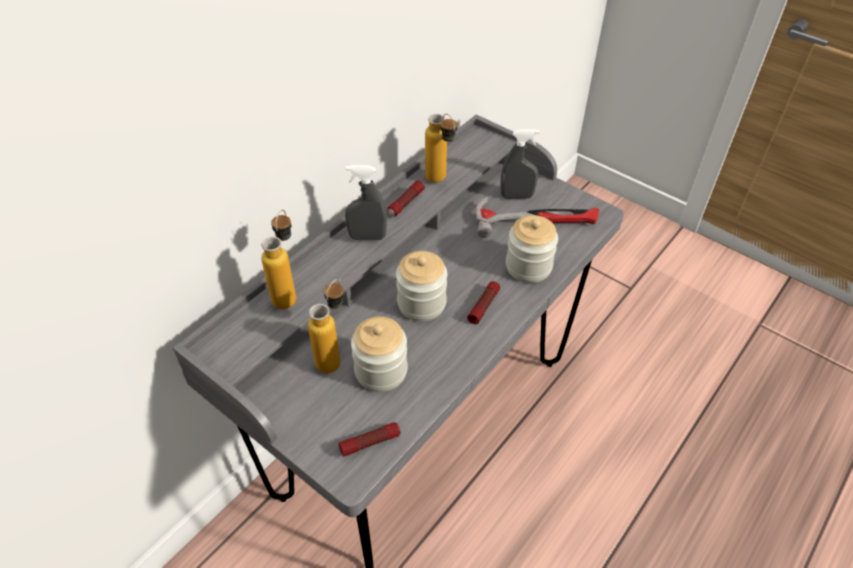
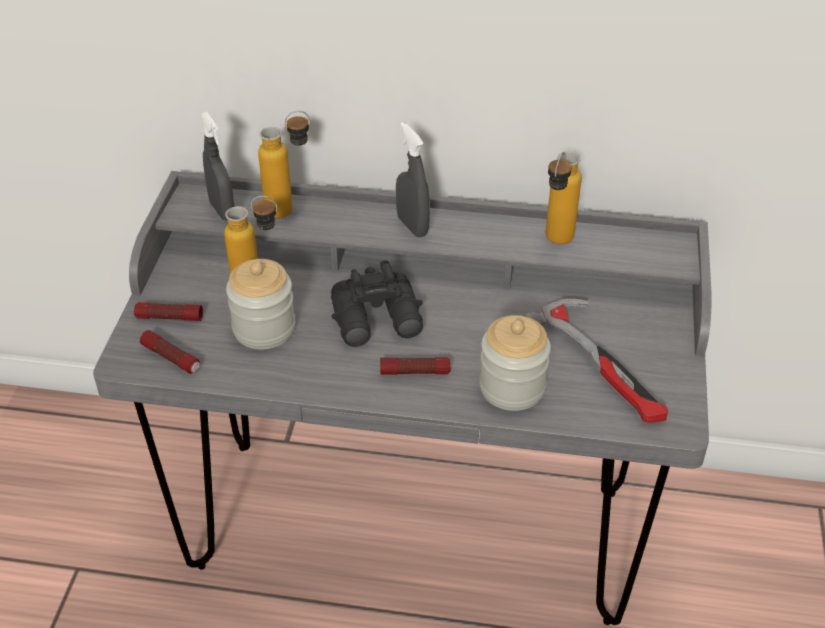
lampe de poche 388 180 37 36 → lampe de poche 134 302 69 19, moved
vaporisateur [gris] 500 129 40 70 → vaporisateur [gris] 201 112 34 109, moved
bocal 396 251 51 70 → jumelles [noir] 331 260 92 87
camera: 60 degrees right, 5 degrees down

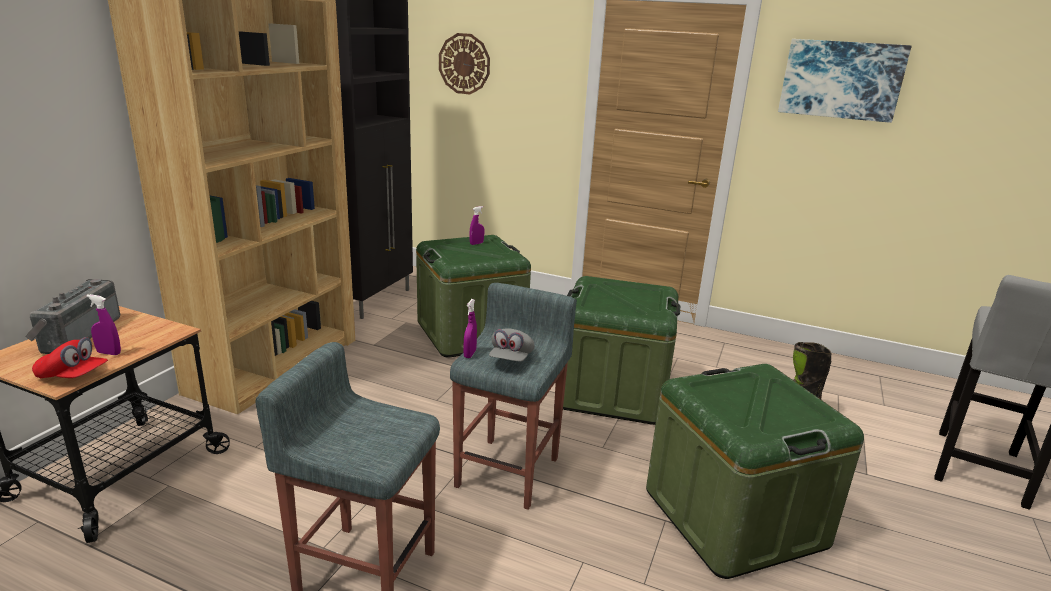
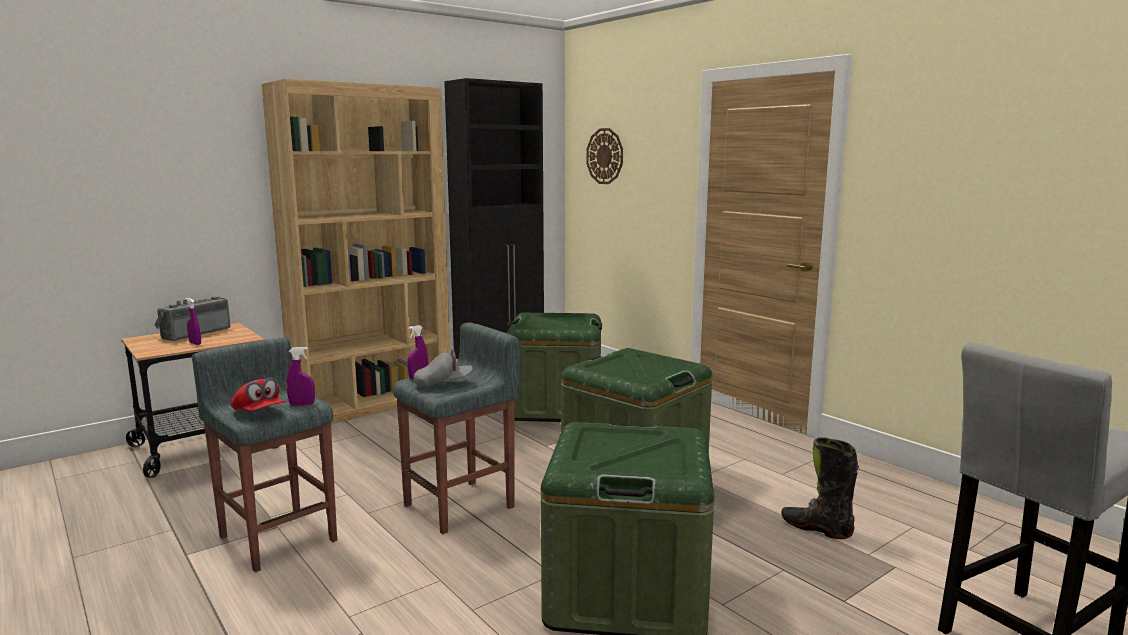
casquette [rouge] 32 337 76 41 → casquette [rouge] 231 378 55 33, moved
vaporisateur [violet] 469 206 15 39 → vaporisateur [violet] 286 347 29 59, moved
casquette [gris] 489 328 46 33 → casquette [gris] 414 349 59 39, 150 degrees counterclockwise
tableau 778 39 134 84 → -
camera: 30 degrees right, 10 degrees down

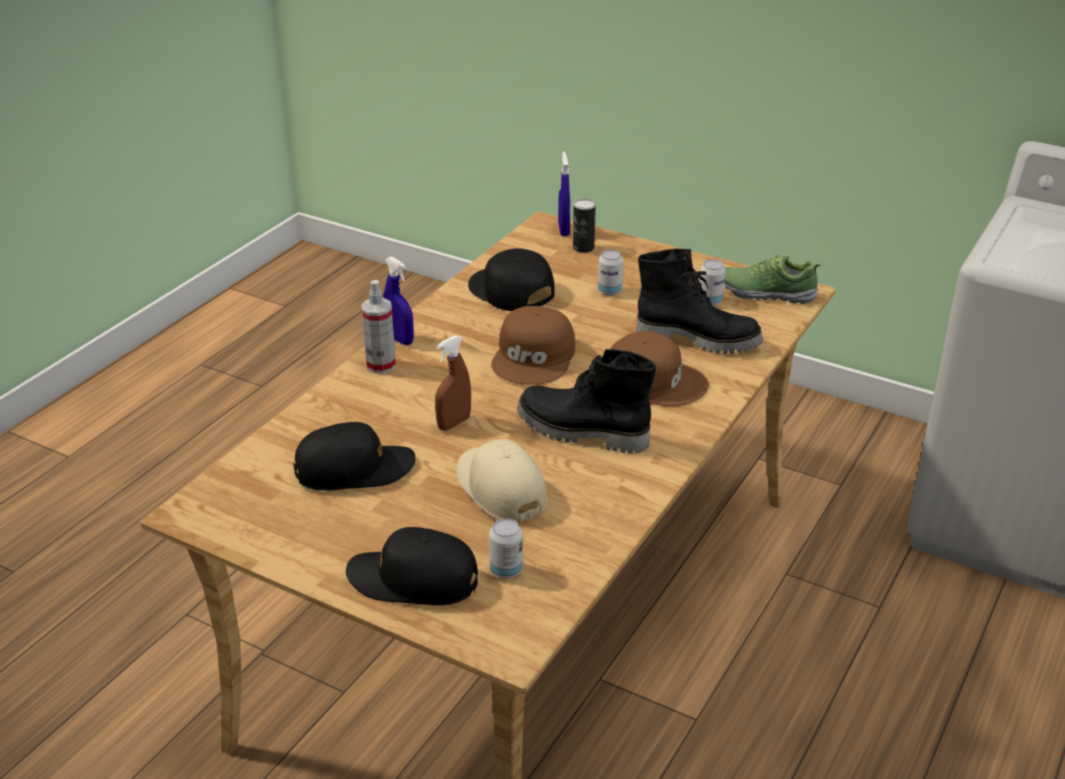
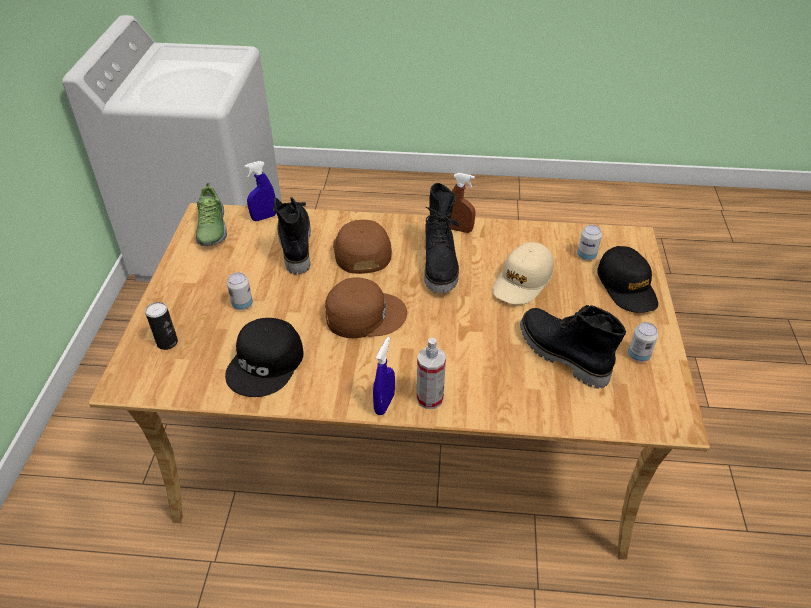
vaporisateur [bleu] 558 151 12 85 → vaporisateur [bleu] 244 161 32 60, moved
vaporisateur [marron] 435 335 36 96 → vaporisateur [marron] 450 173 26 60, moved
casquette [noir] 293 422 122 68 → botte [noir] 520 305 106 84
boîte métallique 699 259 27 47 → boîte métallique 628 322 30 40, moved
camera: 115 degrees left, 10 degrees up

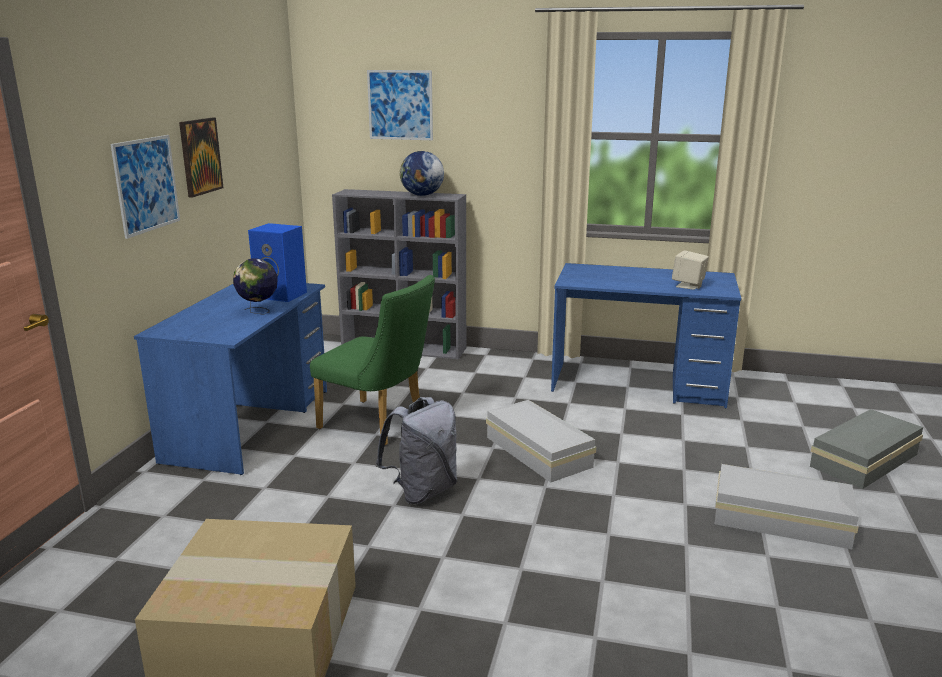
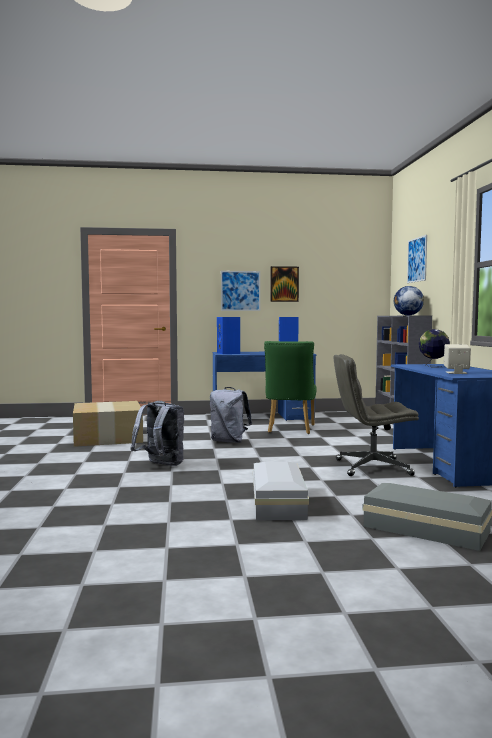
- → sac à dos [gris] 130 401 54 65
- → enceinte [bleu] 217 317 23 37
- → chaise de bureau [gris] 334 354 85 122
globe 233 258 45 57 → globe 419 329 31 39, moved
boîte de rangement [blanc] 486 400 110 83 → -
camera: 70 degrees right, 15 degrees down

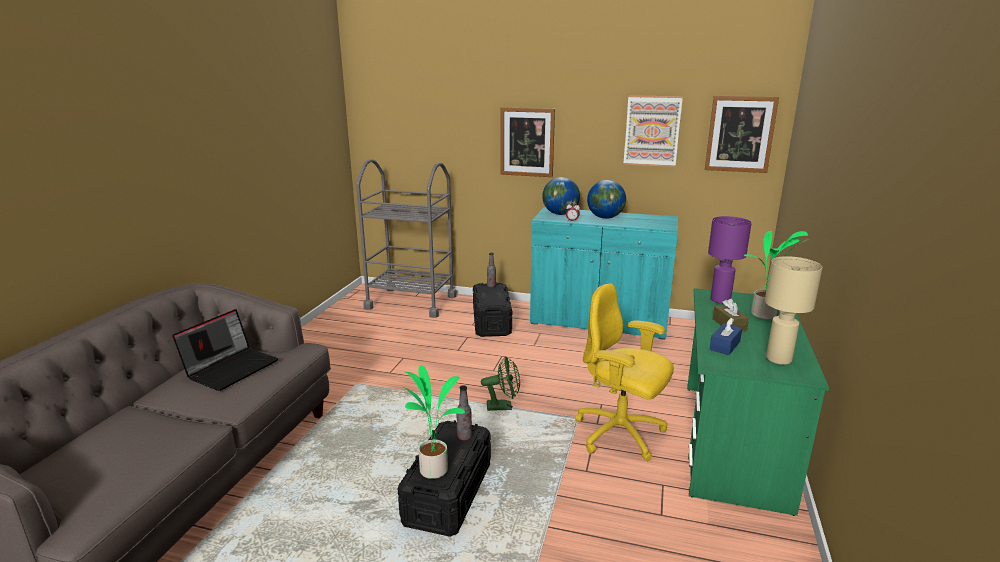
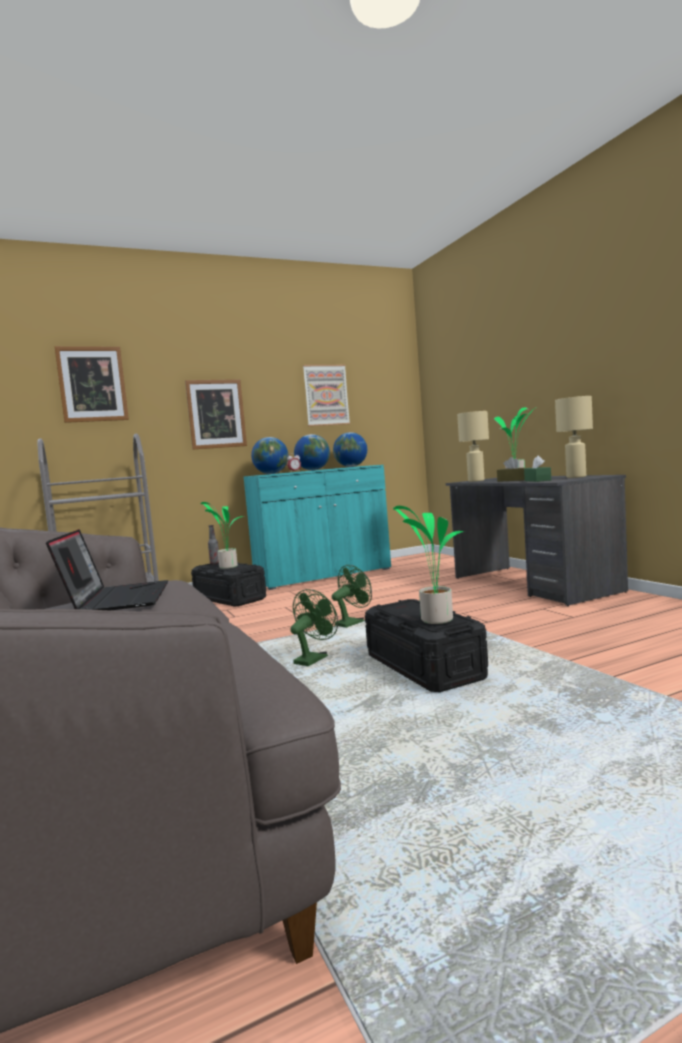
tableau 705 96 74 77 → tableau 54 346 75 77, moved
- → plante en pot 201 502 43 67
- → ventilateur [vert] 290 589 48 77
- → globe 333 432 34 35
bureau [vert] 687 288 142 228 → bureau [gris] 446 475 182 131
lampe de table [violet] 708 216 44 88 → lampe de table [beige] 457 411 32 71
boîte à mouchoirs [bleu] 710 318 32 37 → boîte à mouchoirs [vert] 524 456 27 26
bouteille 457 385 15 55 → -
chaise de bureau [jaune] 575 284 99 177 → -
camera: 40 degrees left, 15 degrees down

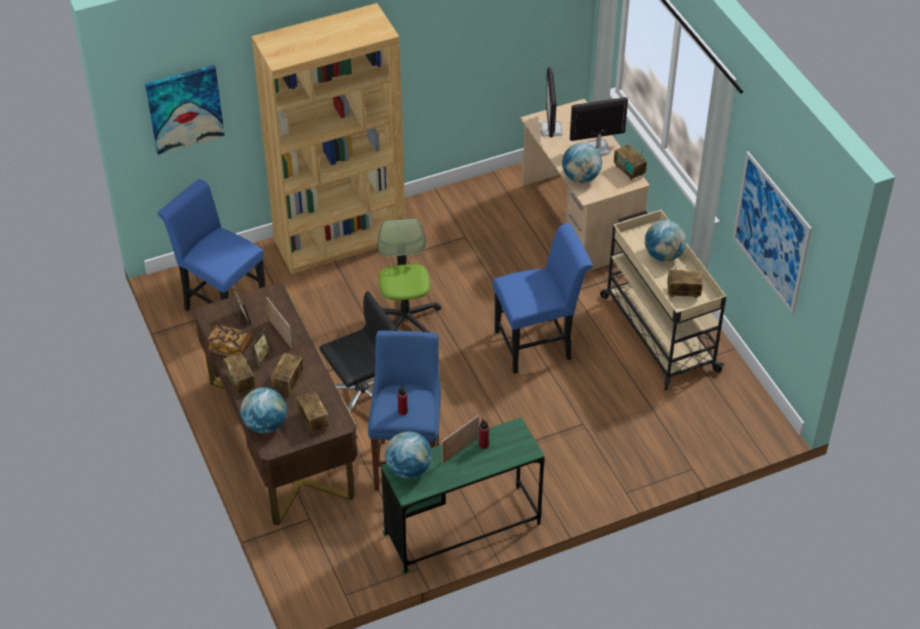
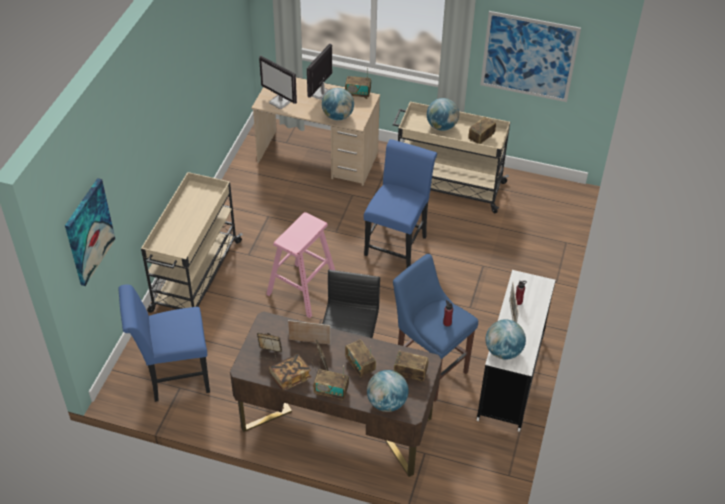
bibliothèque [marron] 252 3 153 271 → chariot [beige] 141 172 102 141
chaise de bureau 377 219 64 113 → tabouret [rose] 266 212 69 106
bureau [vert] 381 417 164 156 → bureau [blanc] 477 270 78 162
camera: 50 degrees left, 0 degrees up

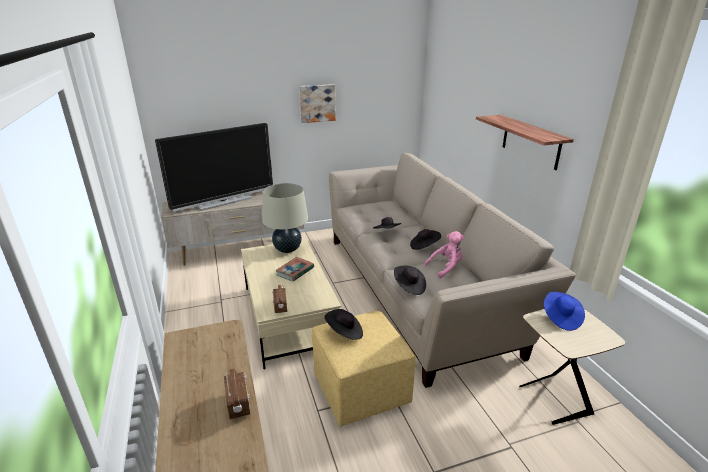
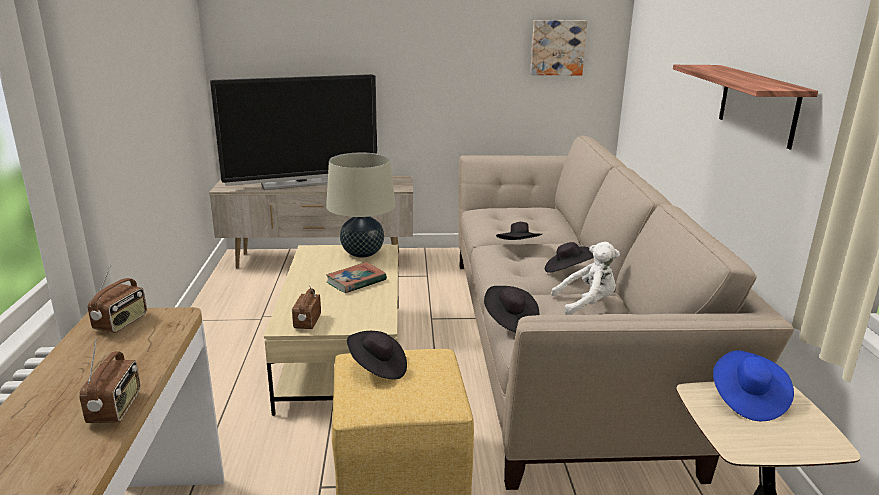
- → radio 88 264 59 69
tableau 299 84 37 39 → tableau 530 20 57 56, moved
peluche [rose] 424 231 41 47 → peluche [blanc] 551 242 69 73
camera: 15 degrees right, 5 degrees down

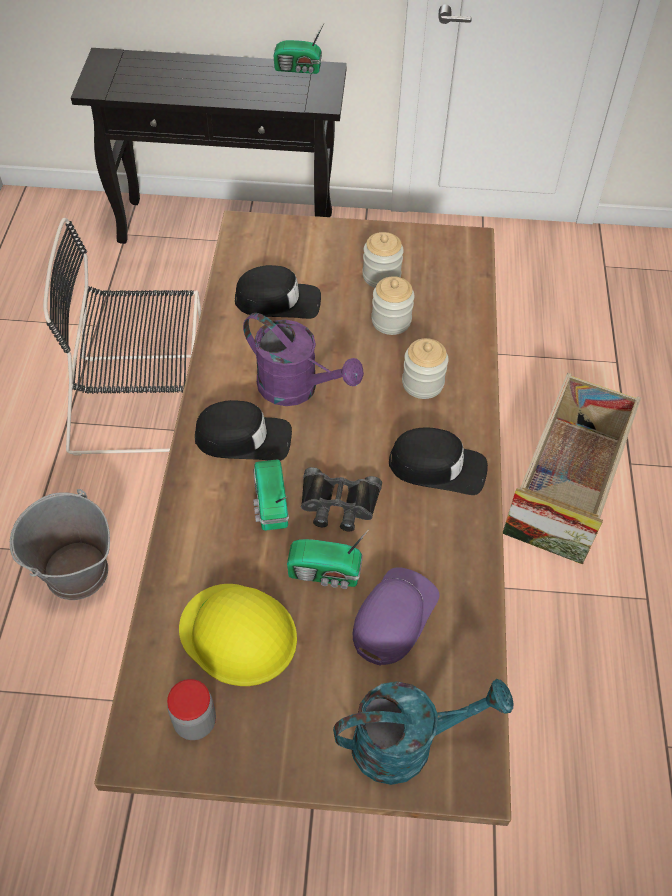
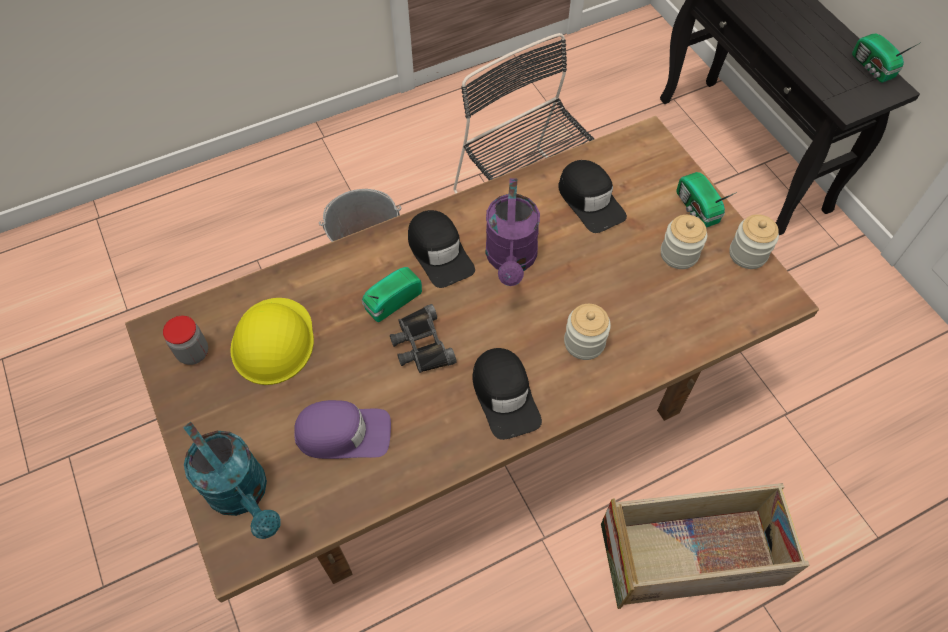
radio 287 529 82 60 → radio 676 172 61 56, moved
bocal 371 276 43 59 → bocal 729 214 50 55, moved
camera: 60 degrees right, 5 degrees up

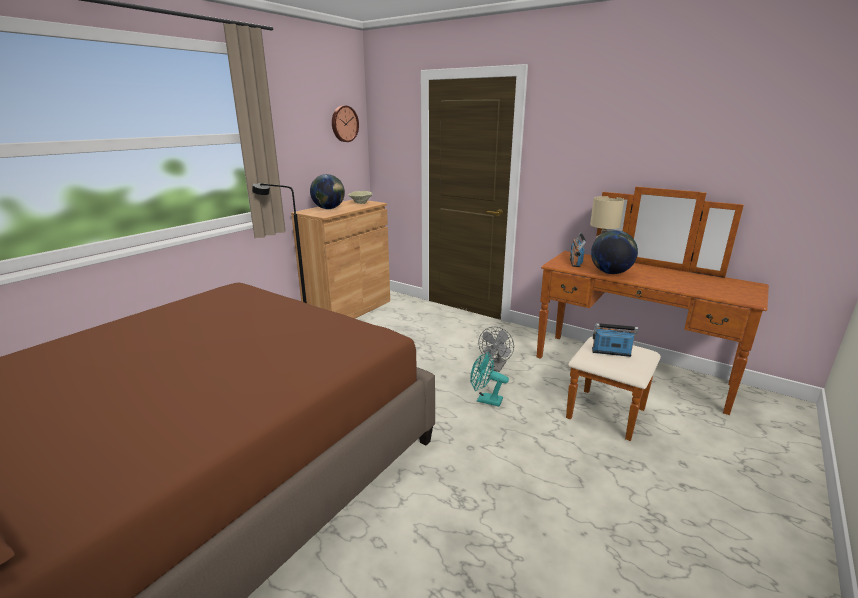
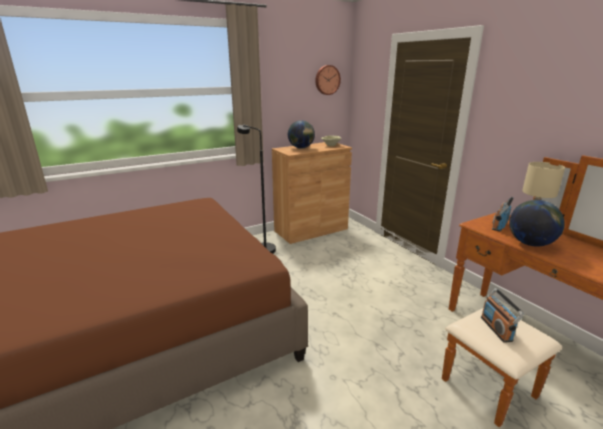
radio 592 323 46 34 → radio 481 288 43 55, 135 degrees counterclockwise
ventilateur [turquoise] 470 352 39 54 → -
ventilateur [gris] 479 327 35 45 → -
camera: 25 degrees right, 0 degrees up

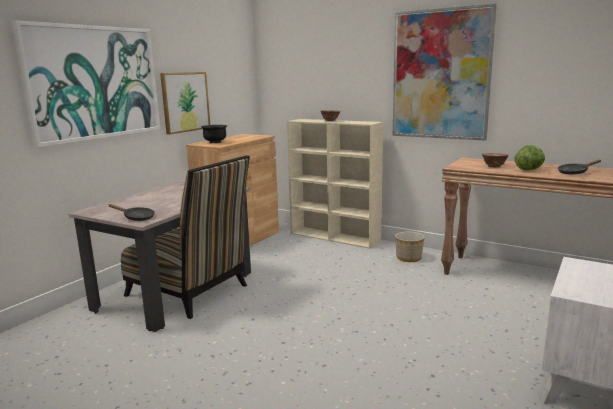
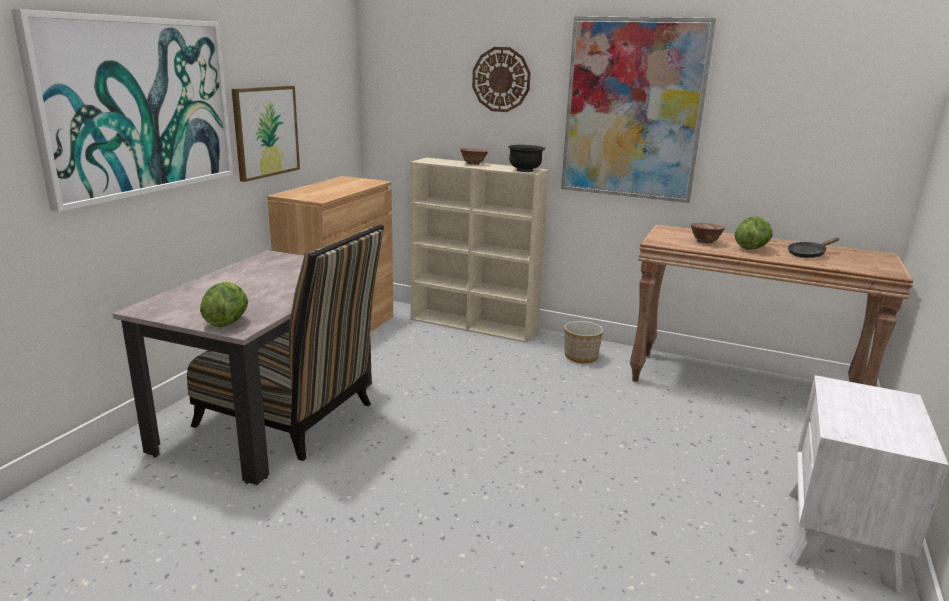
poêle [noir] 109 204 46 17 → laitue 200 282 48 45
- → horloge murale 472 47 59 65
bol [noir] 201 125 26 18 → bol [noir] 508 145 37 27, moved
camera: 10 degrees left, 5 degrees up

